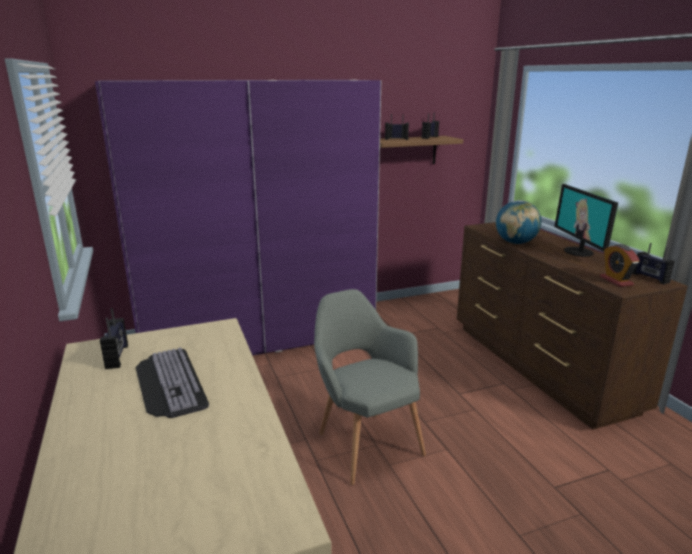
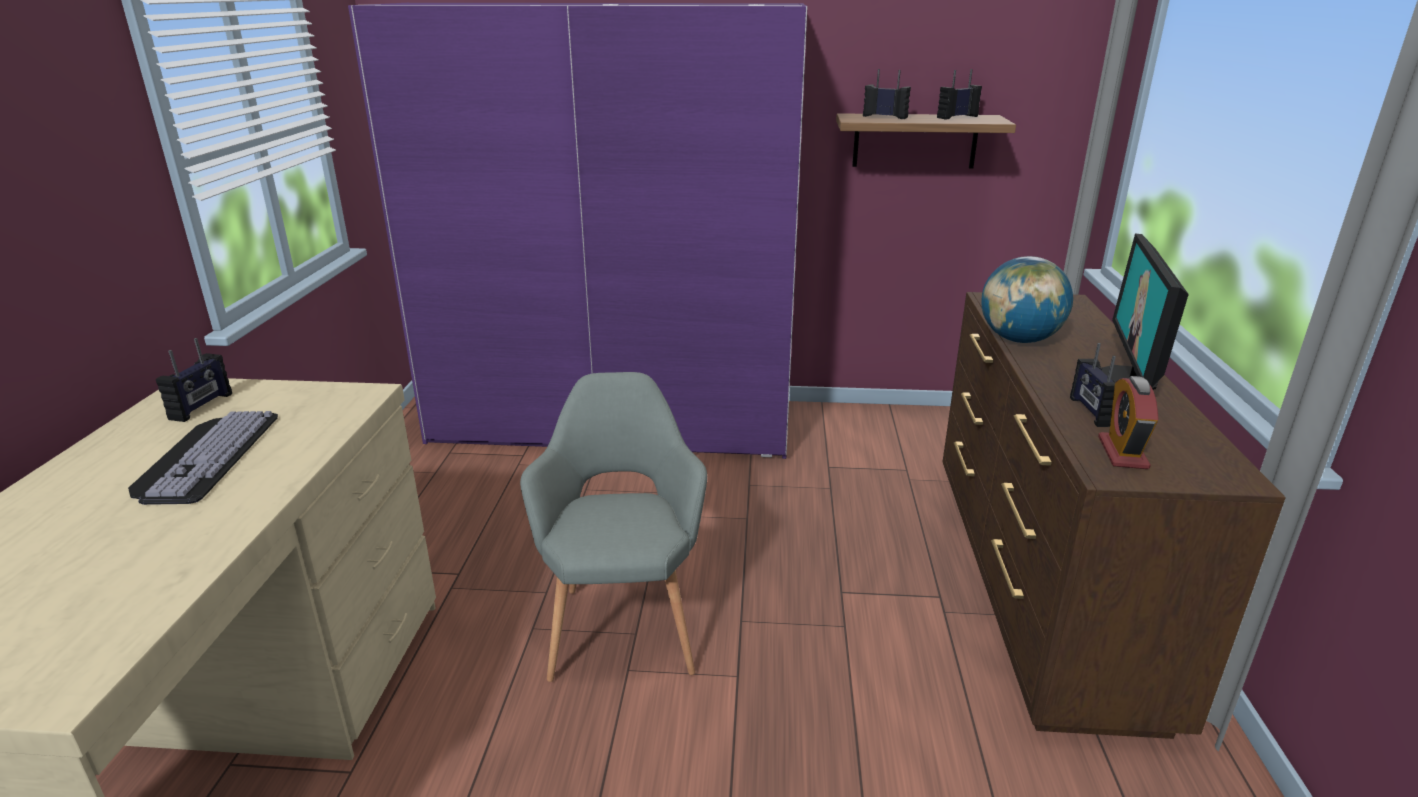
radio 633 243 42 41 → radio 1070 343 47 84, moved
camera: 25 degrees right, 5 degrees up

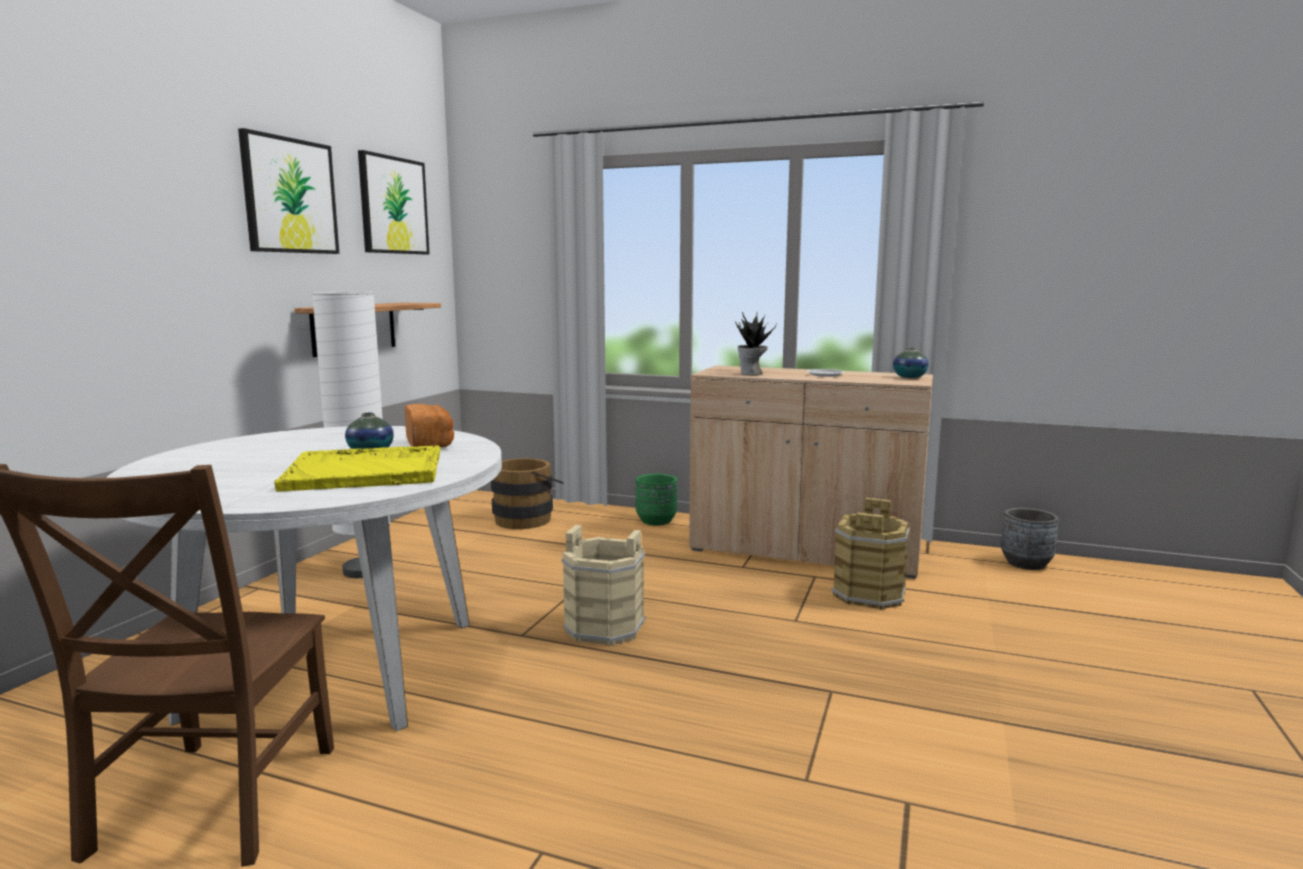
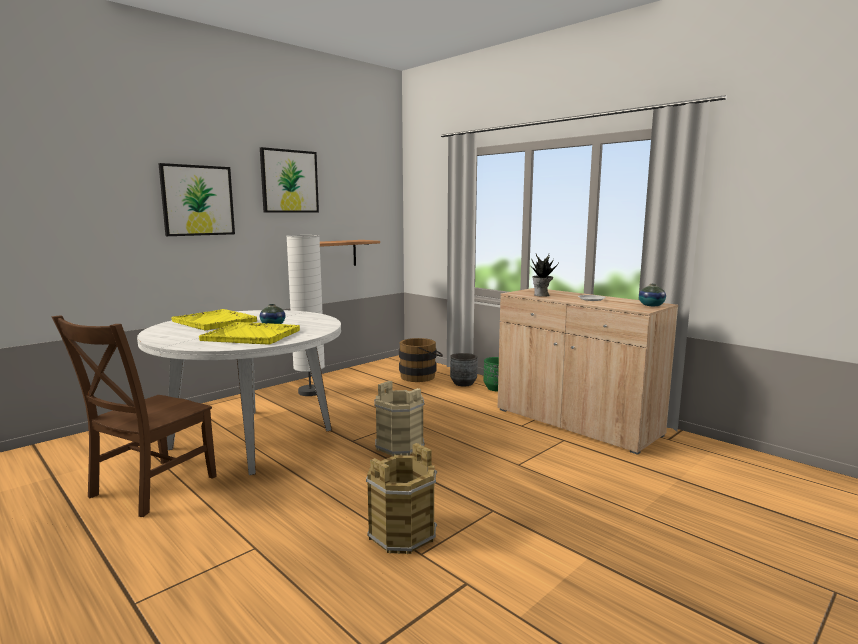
tableau 358 150 72 104 → tableau 158 163 77 73, moved
- → plateau [jaune] 171 309 86 21
seau [marron] 831 498 79 111 → seau [marron] 366 443 71 111, moved
cache-pot [gris] 1001 508 58 62 → cache-pot [gris] 450 353 28 33, moved
pain 405 404 49 43 → -
camera: 25 degrees right, 0 degrees up

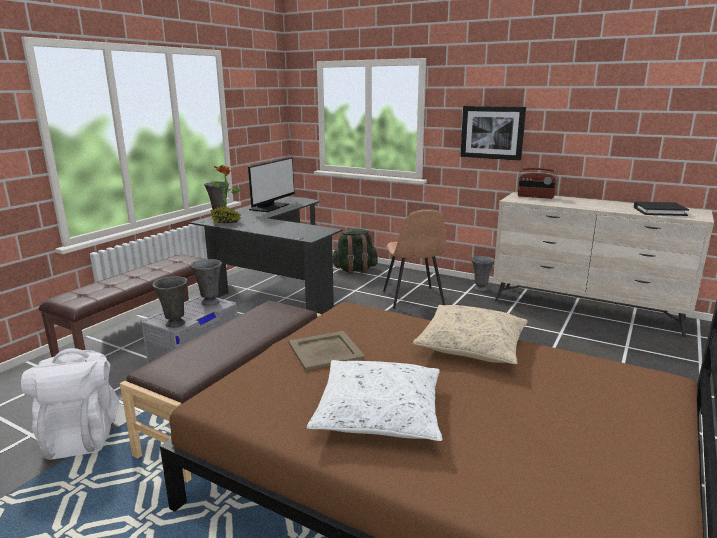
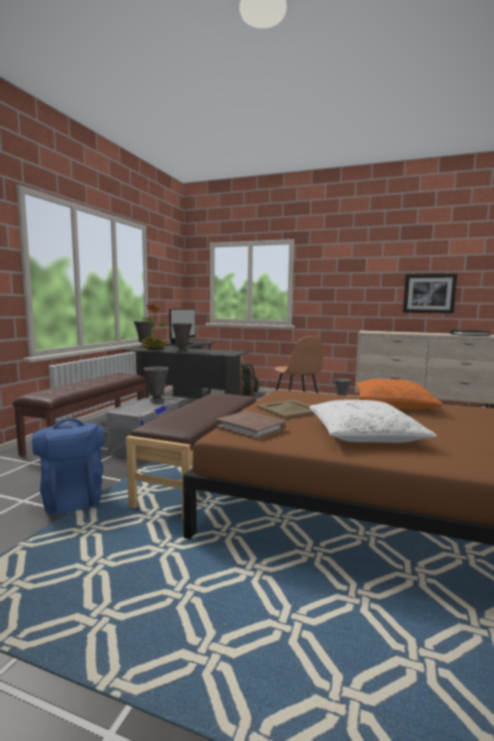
sac à dos [blanc] 21 348 99 112 → sac à dos [bleu] 32 417 73 98
vase [gris] 153 276 34 52 → vase [gris] 172 323 20 29, moved
- → livre [marron] 217 411 69 29
coussin [beige] 413 305 115 59 → coussin [orange] 356 378 87 32
tableau 460 106 66 55 → tableau 403 274 54 40, moved
radio 518 168 40 31 → -
camera: 10 degrees left, 10 degrees down

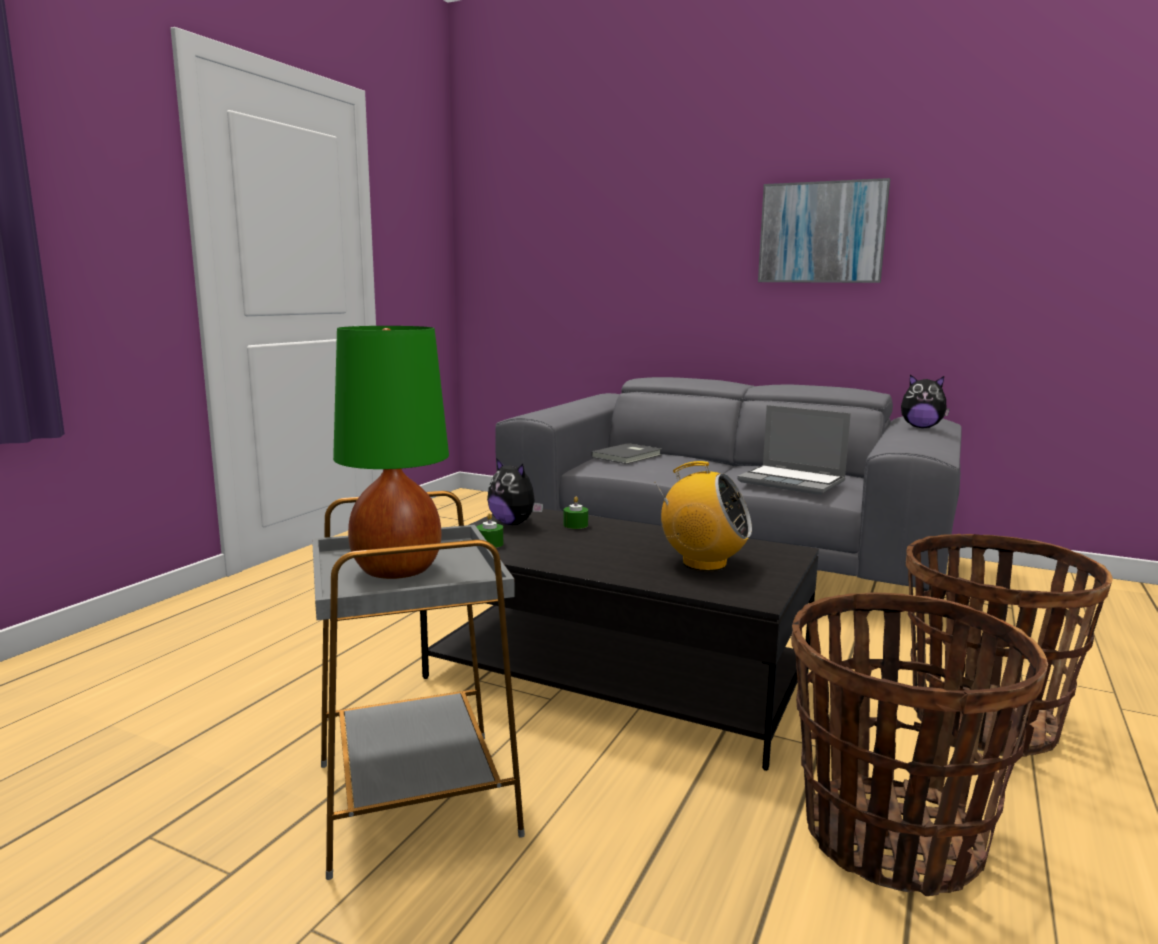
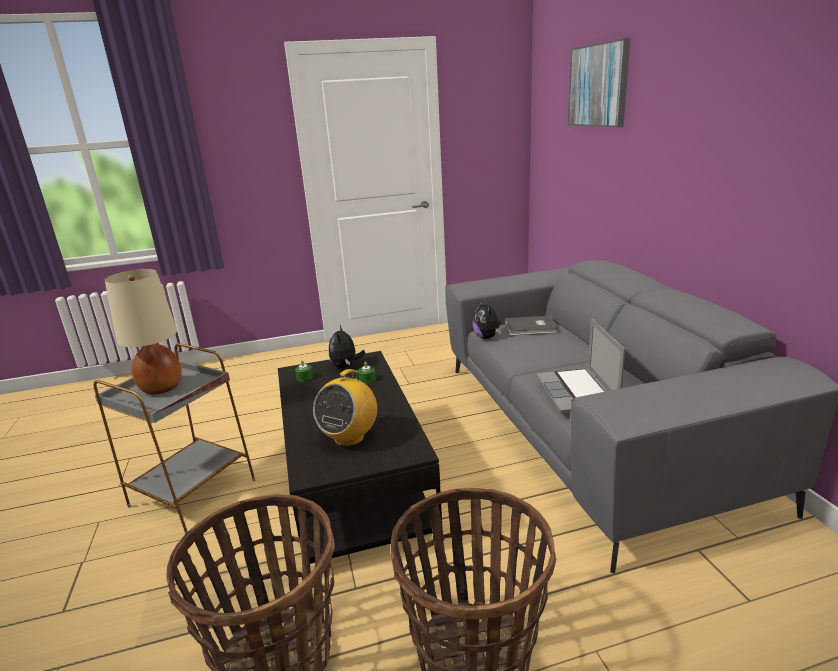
lampe de table [vert] 333 326 116 253 → lampe de table [beige] 105 269 77 126
radio 654 461 98 110 → radio 313 369 64 78, 45 degrees clockwise
peluche 901 374 49 54 → peluche 472 299 29 40, moved
tableau 758 178 132 105 → tableau 568 38 63 89, moved
camera: 50 degrees right, 10 degrees up

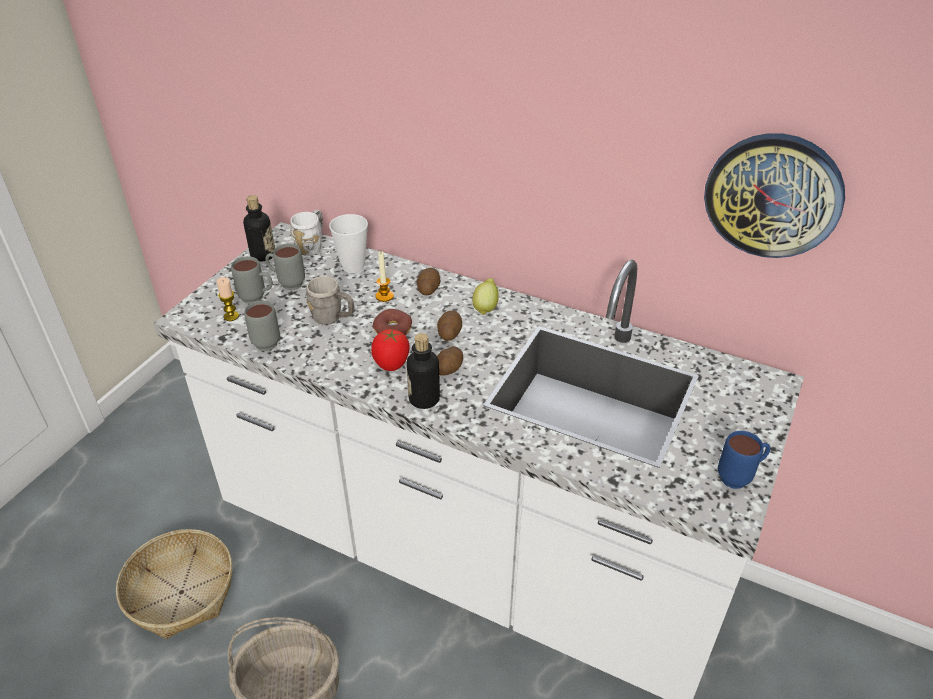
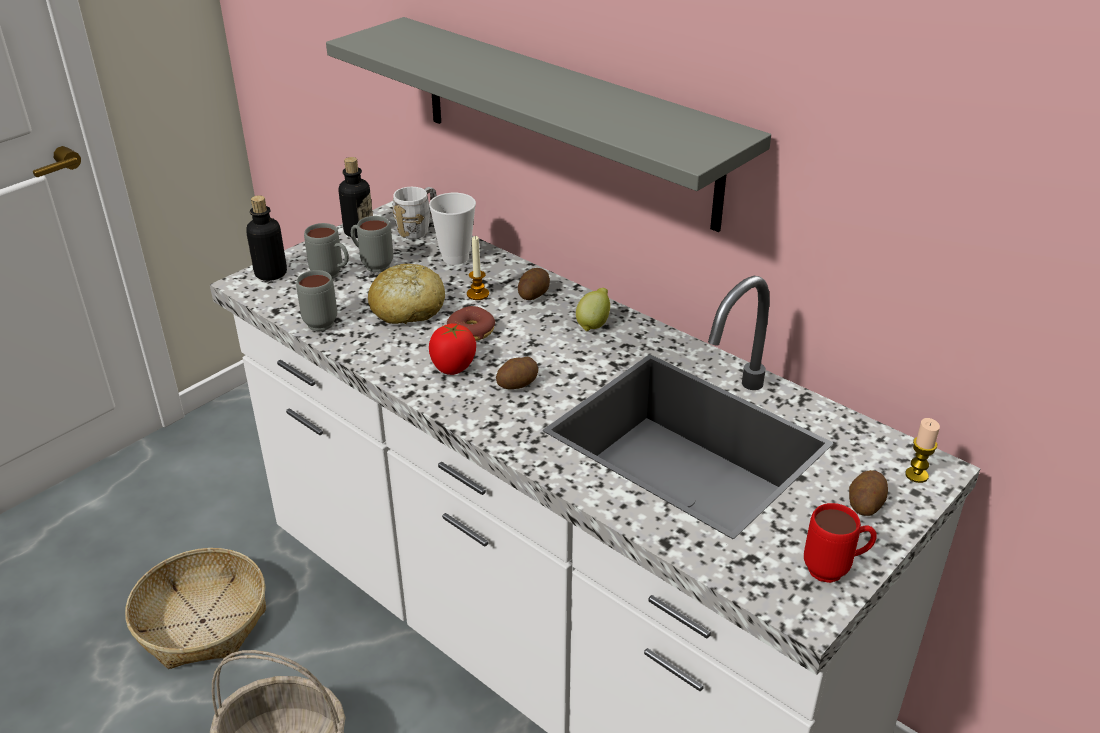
bouteille 406 333 34 76 → bouteille 246 195 41 86, moved
- → étagère [gris] 326 17 445 215
mug [gris] 306 276 48 49 → pain 368 264 77 60
mug [bleu] 718 431 52 58 → mug [rouge] 804 503 73 80
pomme de terre 437 311 25 30 → pomme de terre 849 470 39 46, moved
bougie 217 277 22 44 → bougie 905 418 35 65, moved
horloge murale 704 133 141 125 → -
camera: 15 degrees right, 5 degrees down

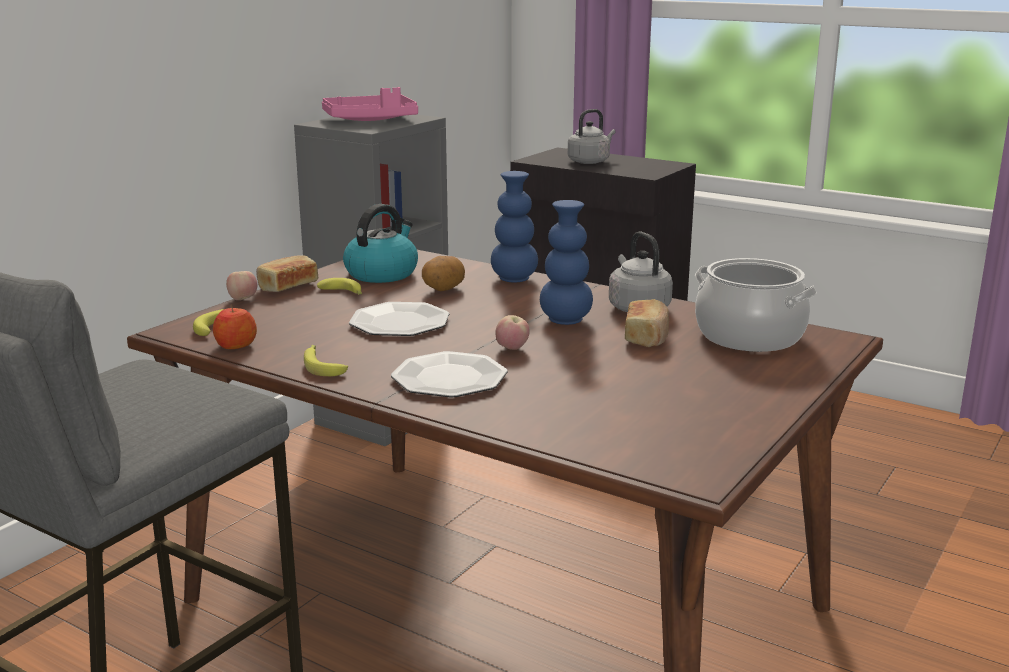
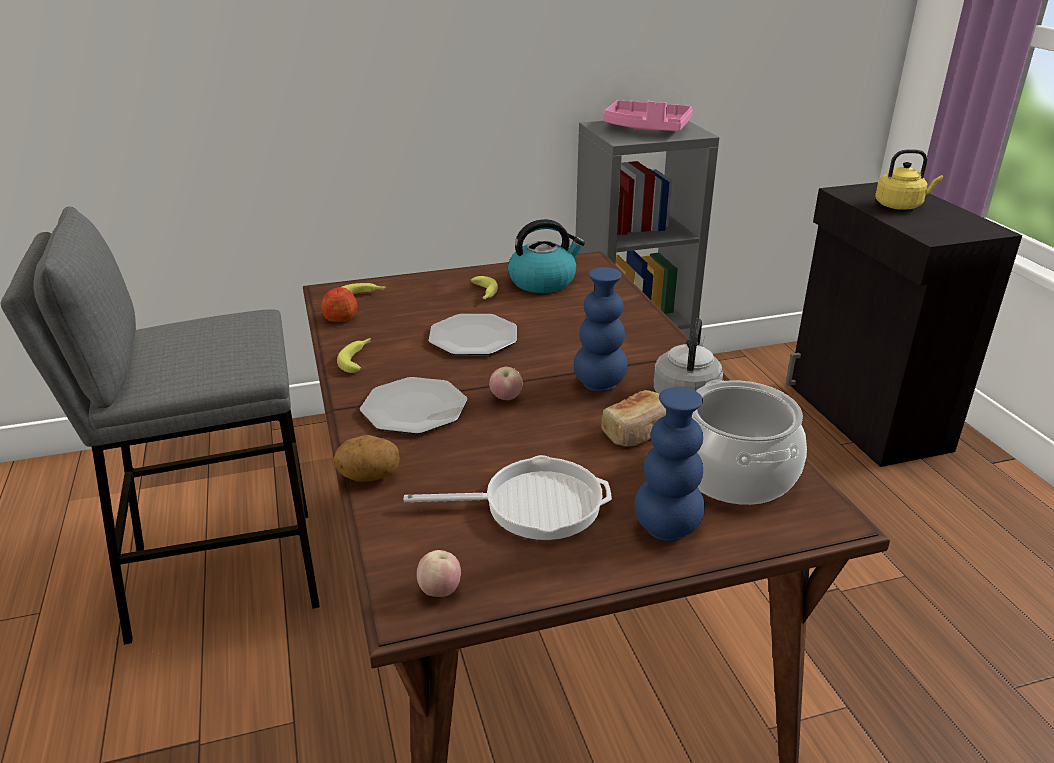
pomme de terre 422 256 43 35 → pomme de terre 334 435 66 47, moved
- → poêle 404 455 208 85
pomme 226 271 31 29 → pomme 416 550 45 47, moved
vase [bleu] 491 171 47 111 → vase [bleu] 634 387 71 154, moved
bouilloire [gris] 568 109 48 55 → bouilloire [jaune] 875 149 68 61
pain 256 255 62 37 → -
camera: 40 degrees right, 10 degrees up

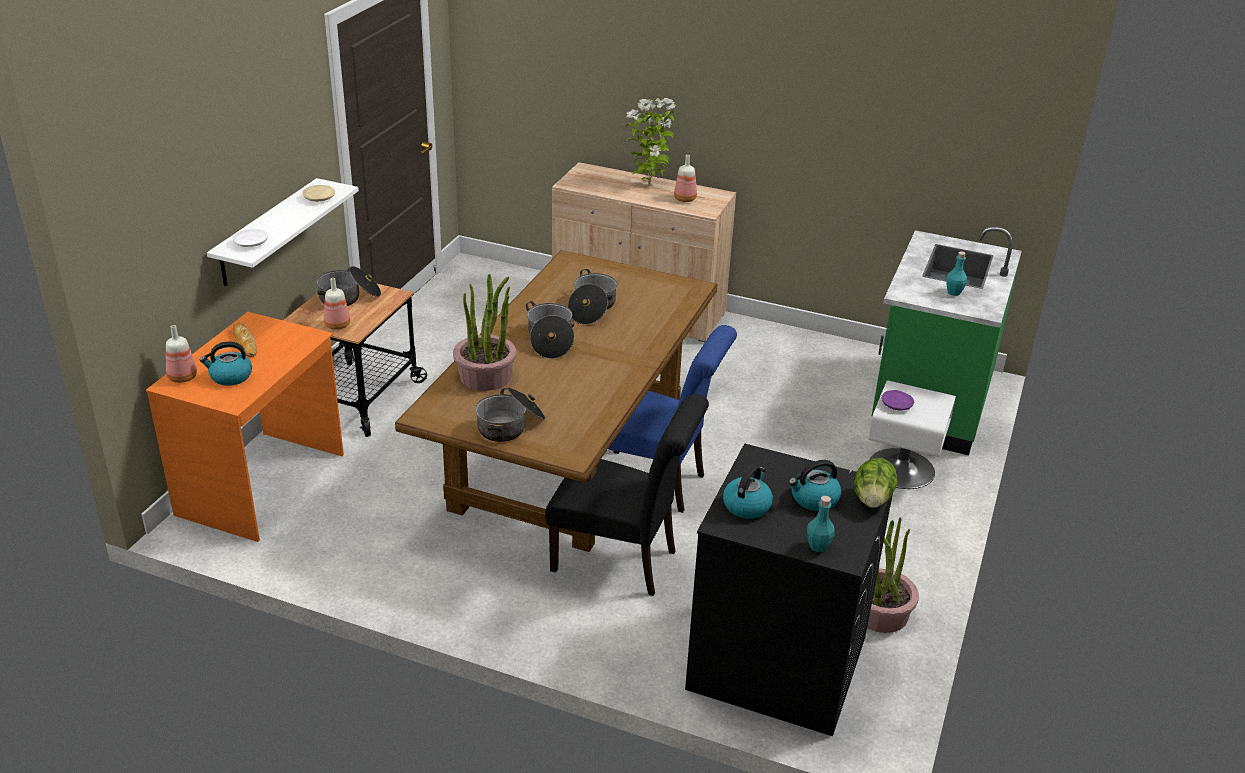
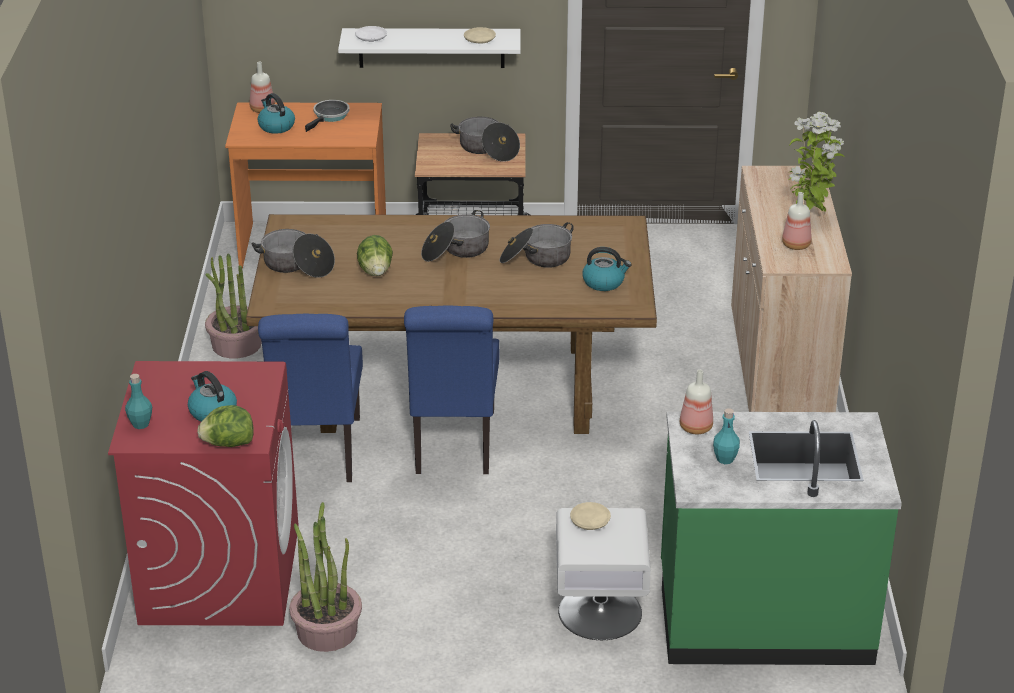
lave-linge [noir] 685 444 208 292 → lave-linge [rouge] 108 361 191 265
plante en pot 453 274 63 117 → plante en pot 205 253 56 105, moved
chaise [noir] 545 394 164 202 → chaise [bleu] 258 314 105 168
pain 233 323 24 34 → poêle 305 100 45 32
- → laitue 357 235 36 41
assiette [violet] 881 390 33 21 → assiette [beige] 570 502 41 28
bouilloire 723 465 50 54 → bouilloire 583 247 49 44, moved
bouteille 324 278 26 52 → bouteille 680 370 33 64, moved
camera: 70 degrees right, 0 degrees up

